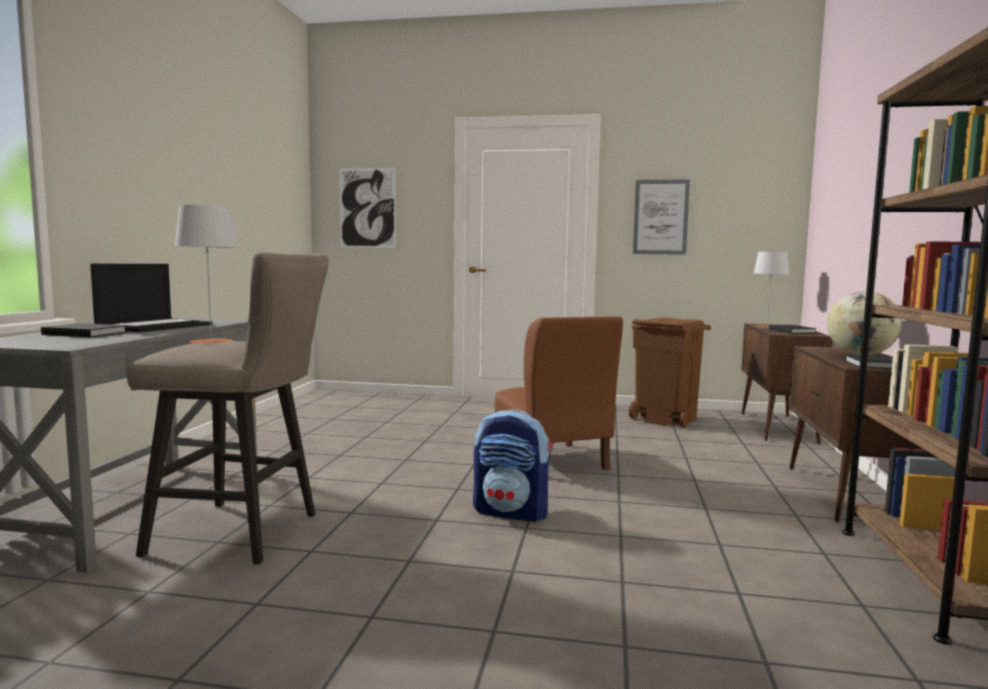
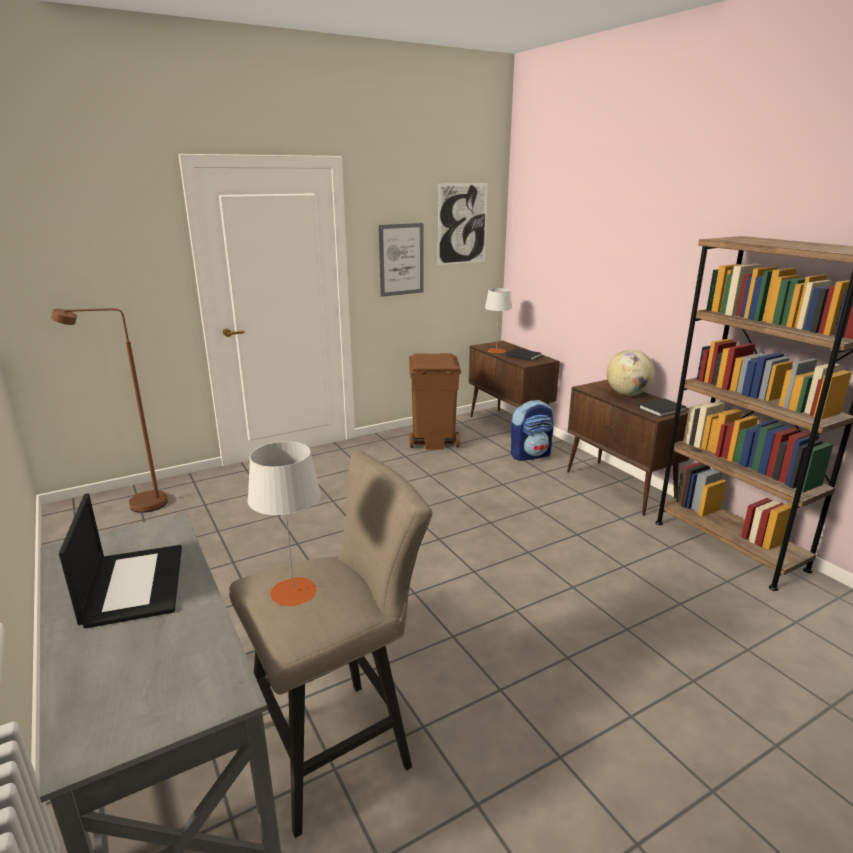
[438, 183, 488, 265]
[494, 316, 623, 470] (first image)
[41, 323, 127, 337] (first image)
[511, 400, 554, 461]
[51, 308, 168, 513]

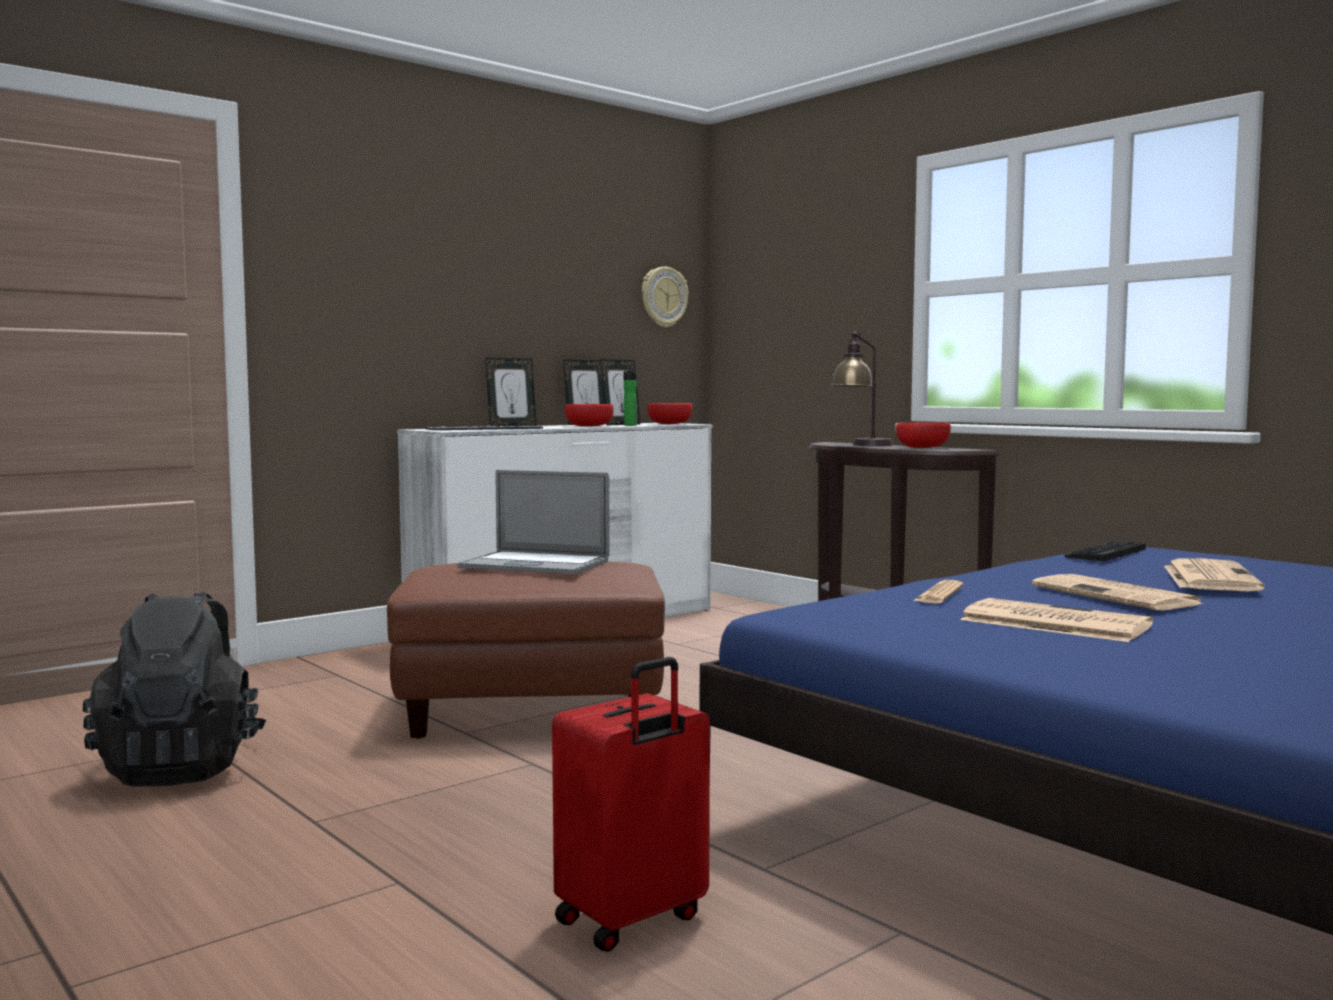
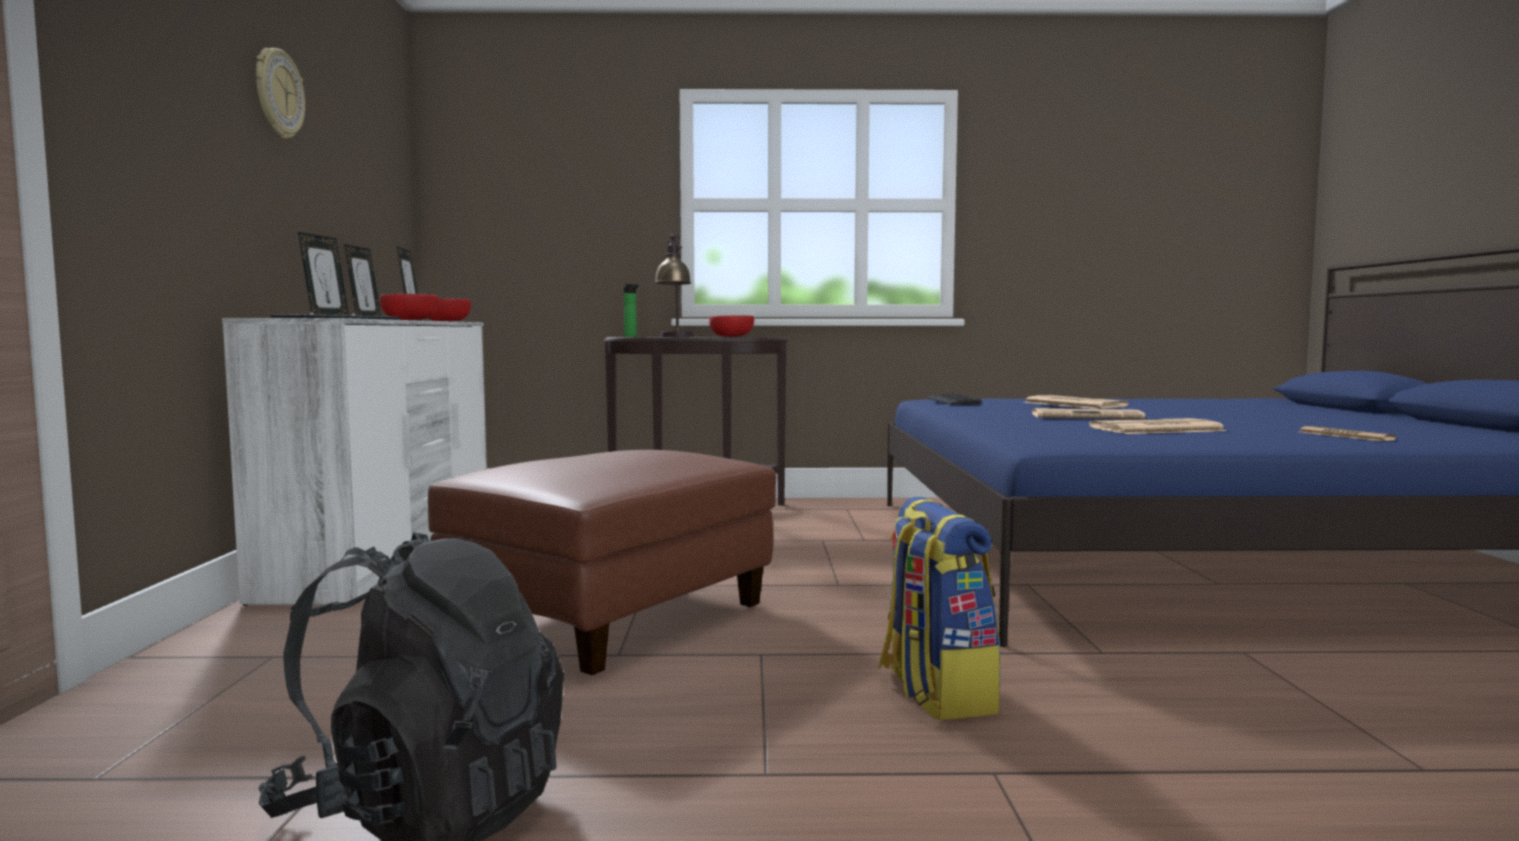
[256, 48, 305, 139]
[624, 284, 639, 337]
[457, 470, 610, 575] (first image)
[1300, 426, 1396, 441]
[552, 657, 710, 952] (first image)
[878, 497, 1001, 720]

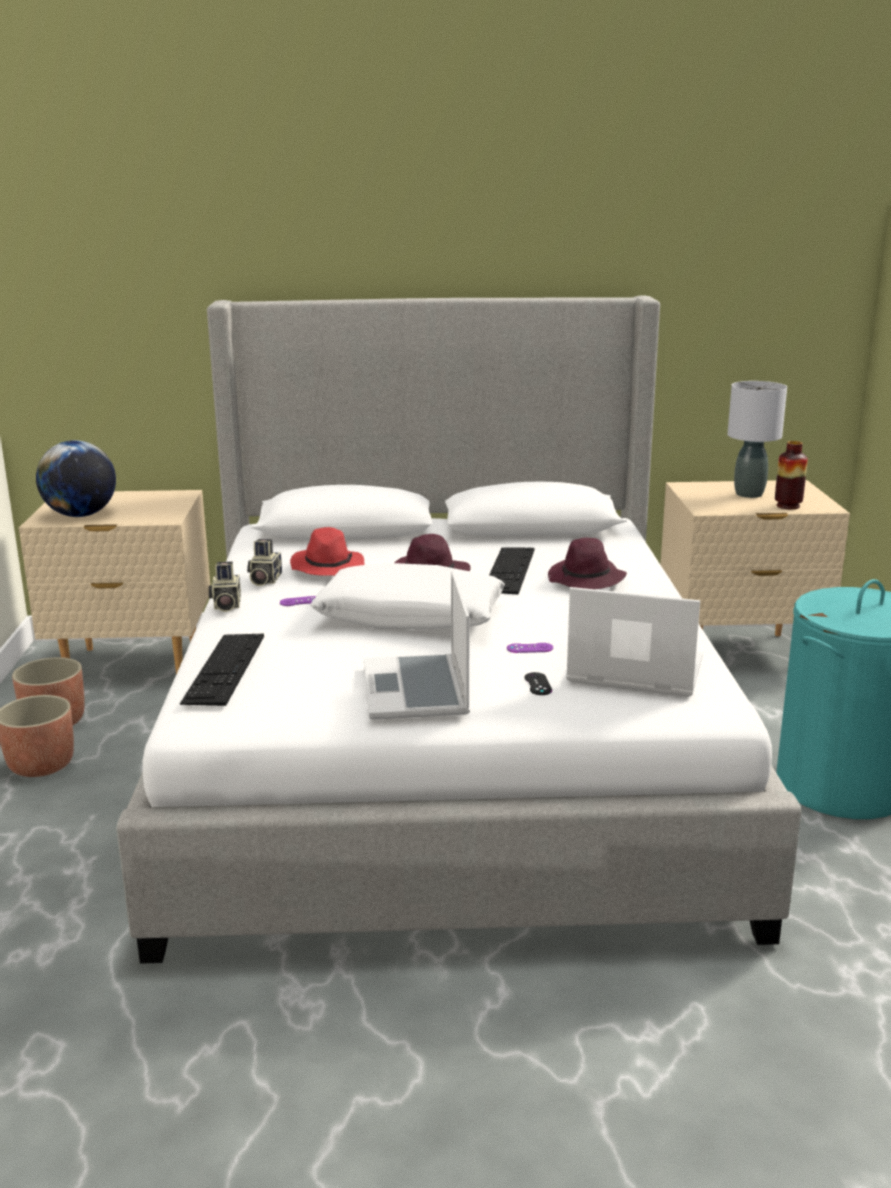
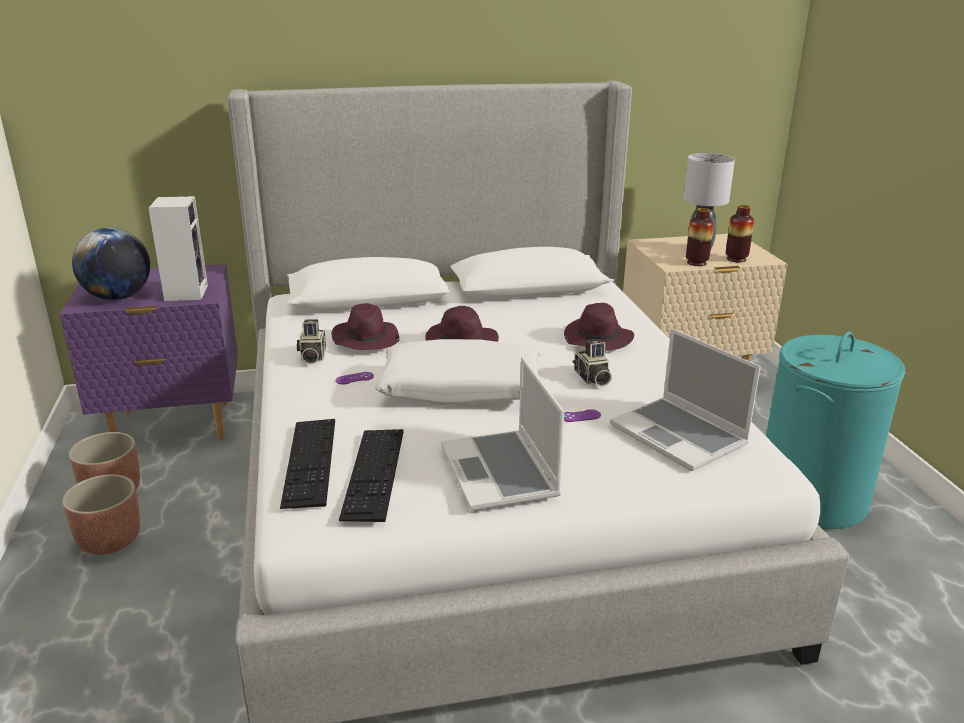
[60, 264, 238, 439]
[331, 303, 400, 350]
[339, 429, 403, 522]
[573, 339, 612, 387]
[610, 328, 761, 471]
[525, 672, 552, 695] (first image)
[148, 196, 208, 301]
[686, 208, 714, 266]

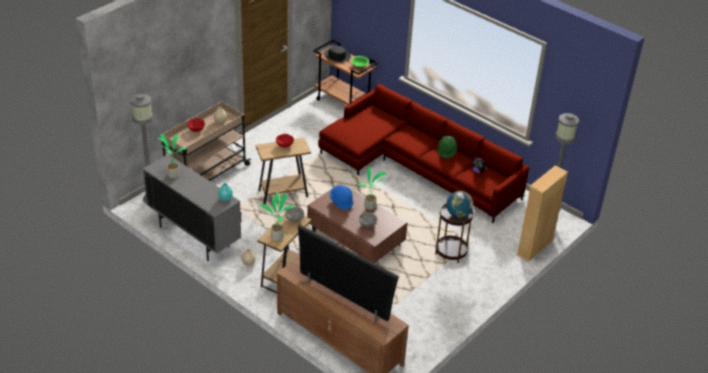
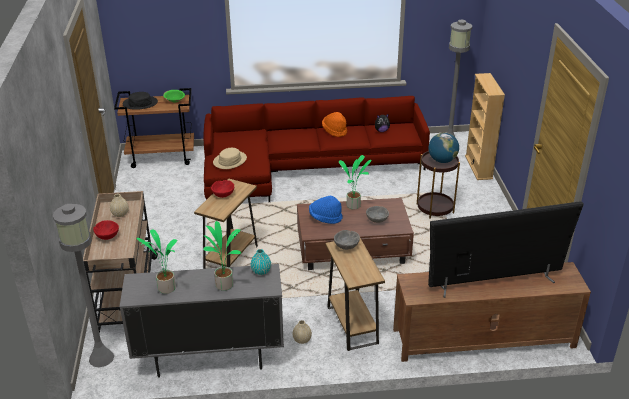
[322, 112, 347, 137]
[203, 221, 241, 291]
[213, 148, 247, 169]

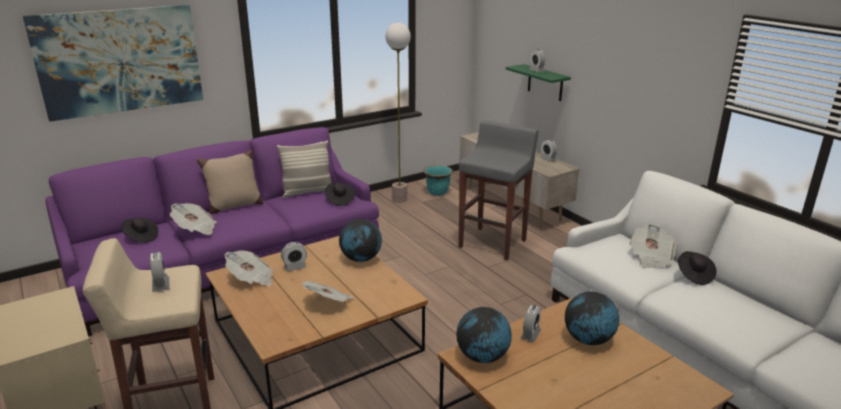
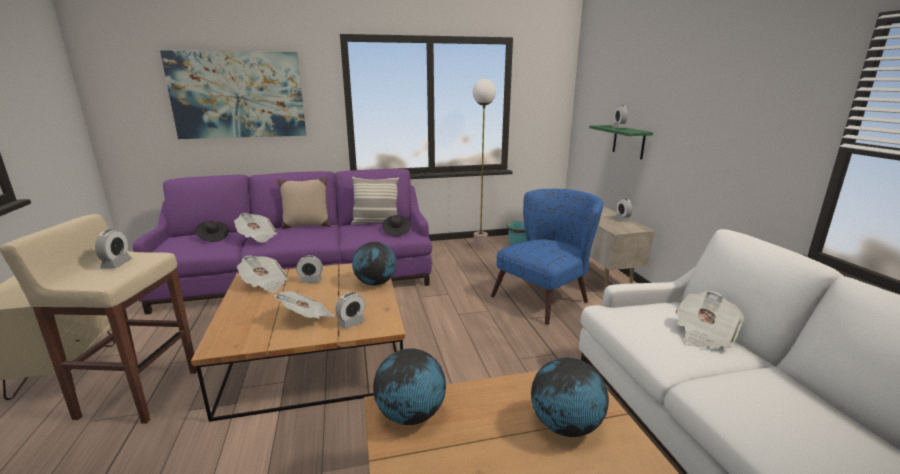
[491, 189, 604, 325]
[678, 251, 717, 285] (first image)
[335, 292, 365, 329]

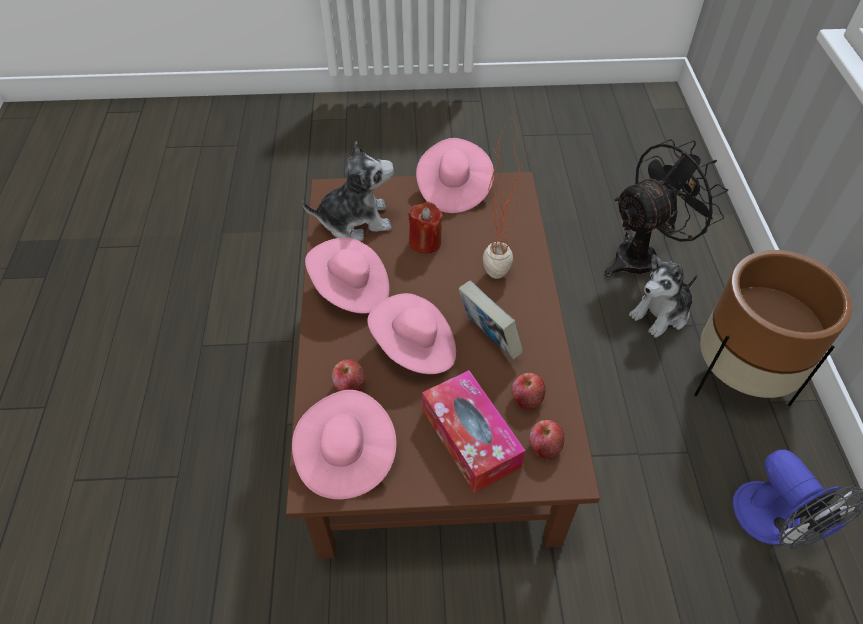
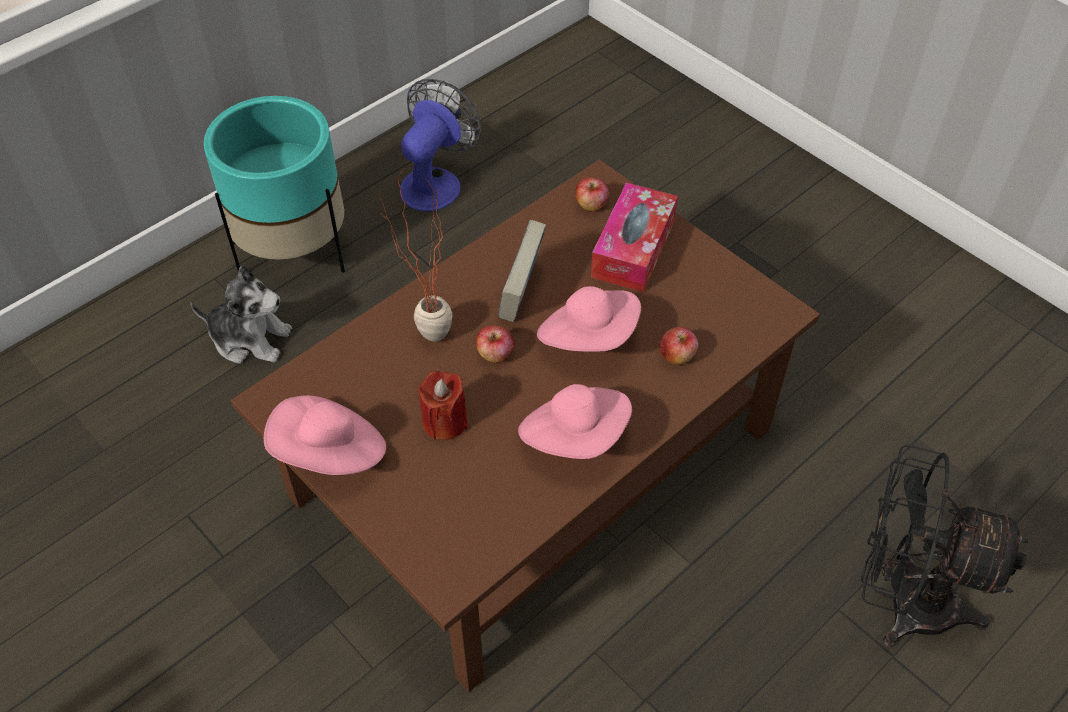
[861, 444, 1028, 647]
[302, 141, 394, 241] (first image)
[204, 96, 345, 273]
[476, 325, 515, 363]
[292, 390, 397, 499] (first image)

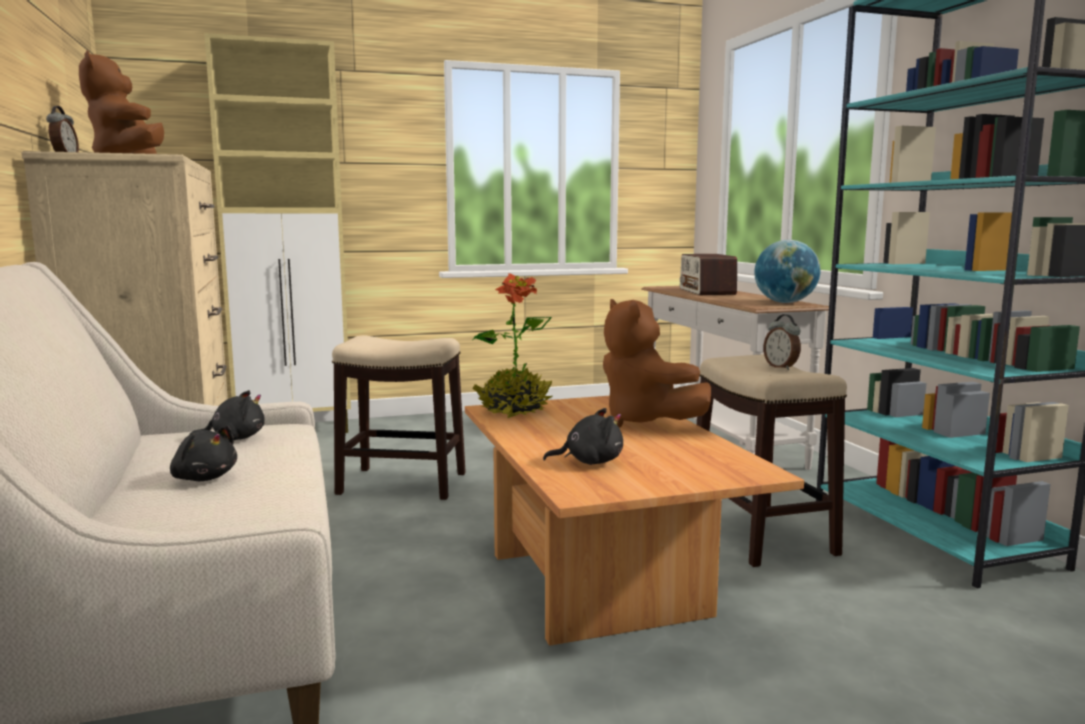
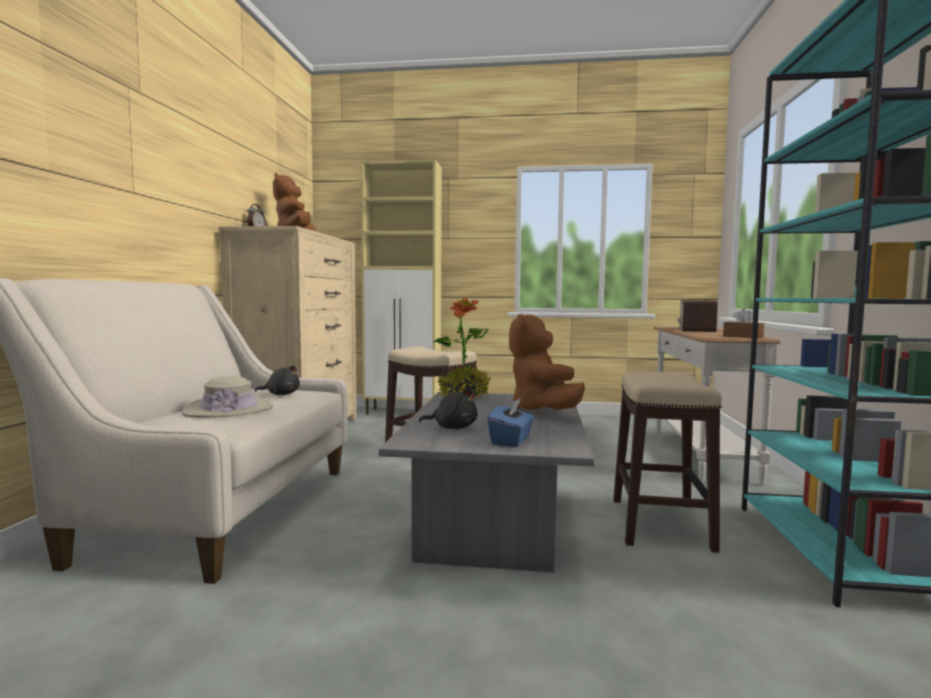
[723, 309, 764, 338]
[763, 314, 801, 370] (first image)
[379, 392, 595, 573]
[181, 376, 273, 418]
[488, 398, 534, 447]

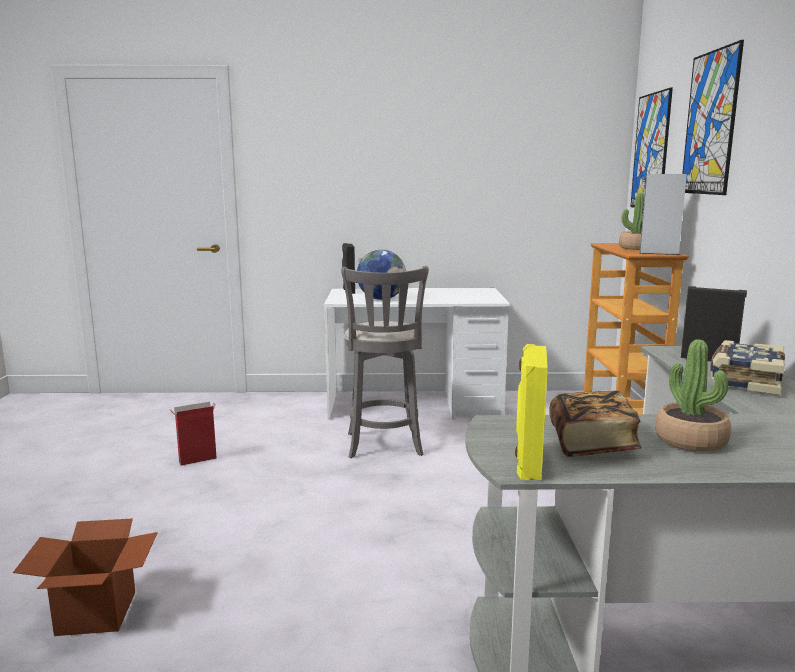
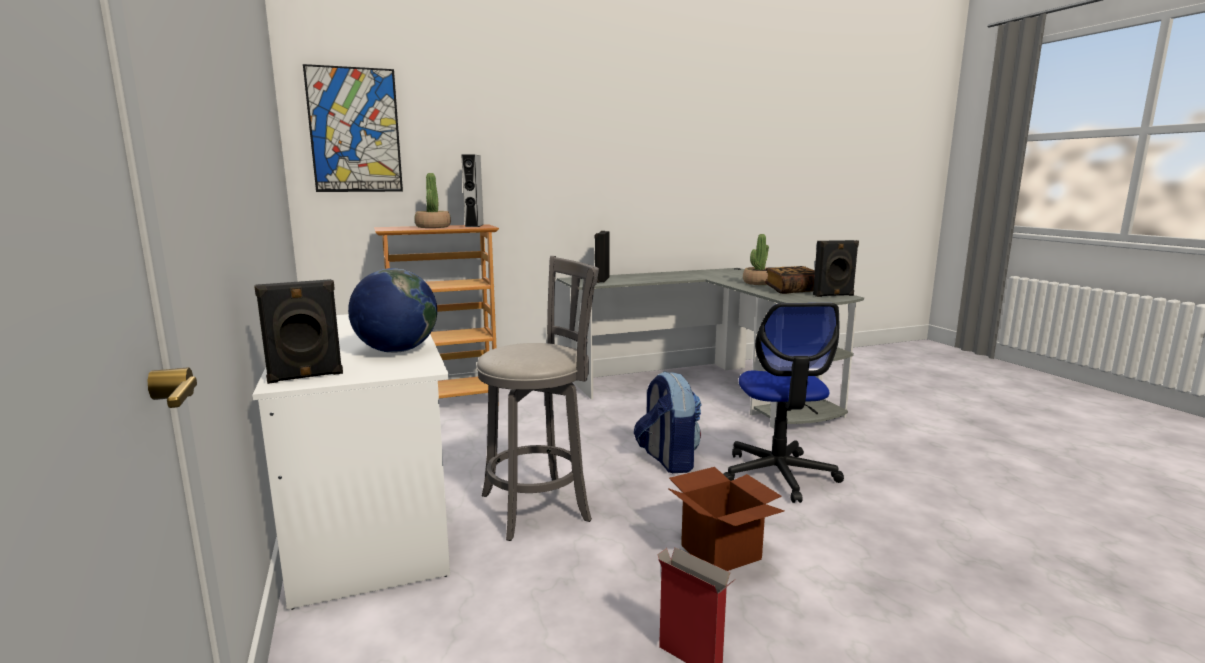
[682, 40, 744, 195] (first image)
[711, 340, 785, 395] (first image)
[813, 240, 859, 297]
[668, 467, 784, 571]
[723, 303, 844, 503]
[634, 371, 702, 473]

